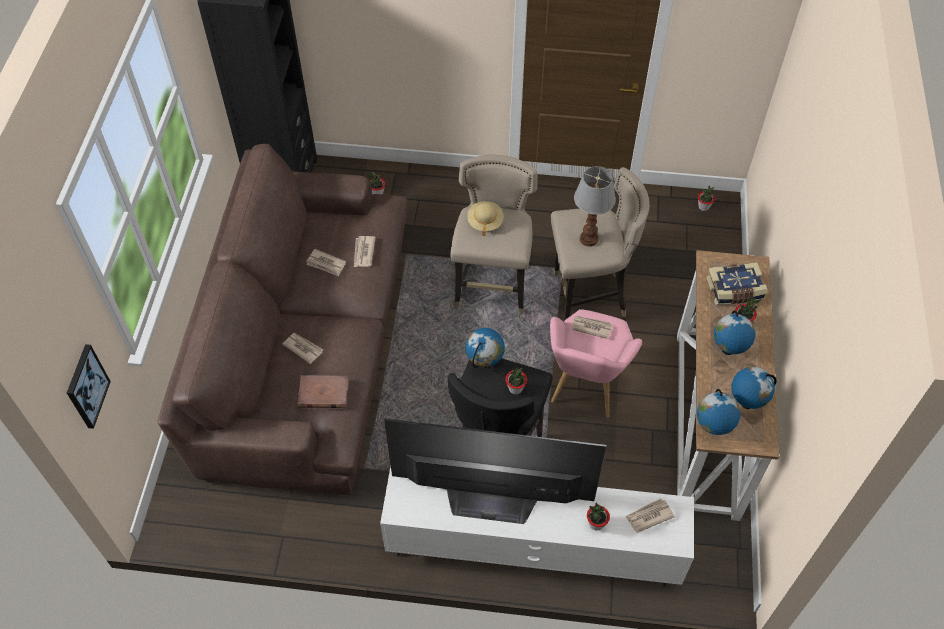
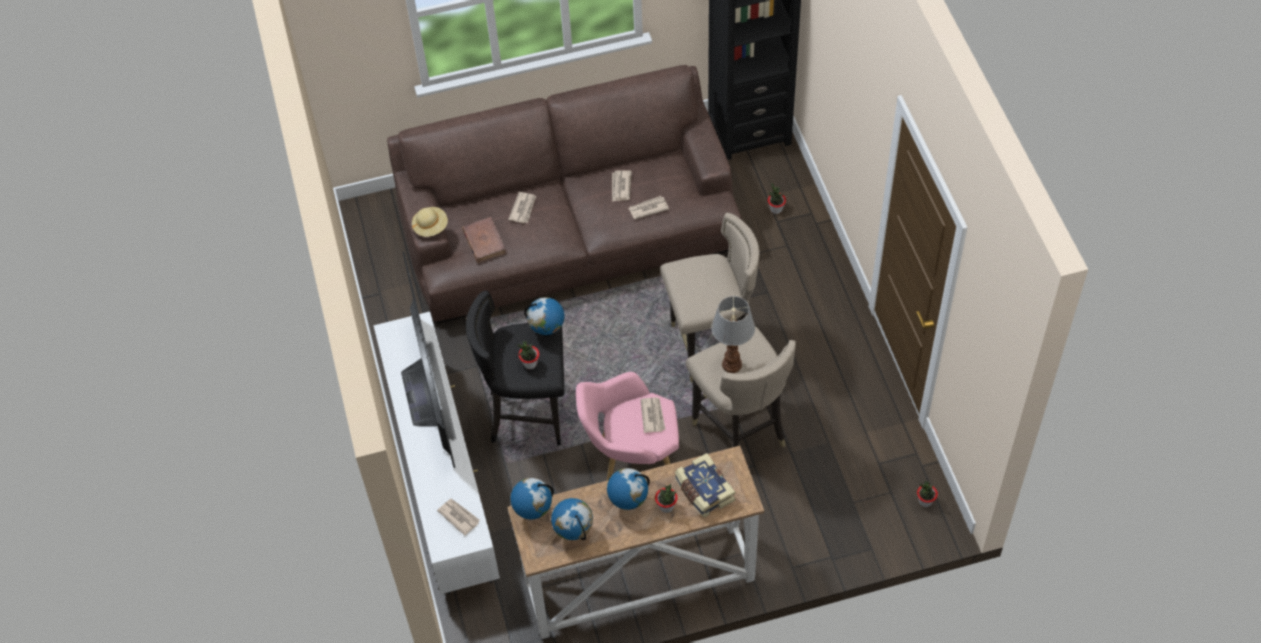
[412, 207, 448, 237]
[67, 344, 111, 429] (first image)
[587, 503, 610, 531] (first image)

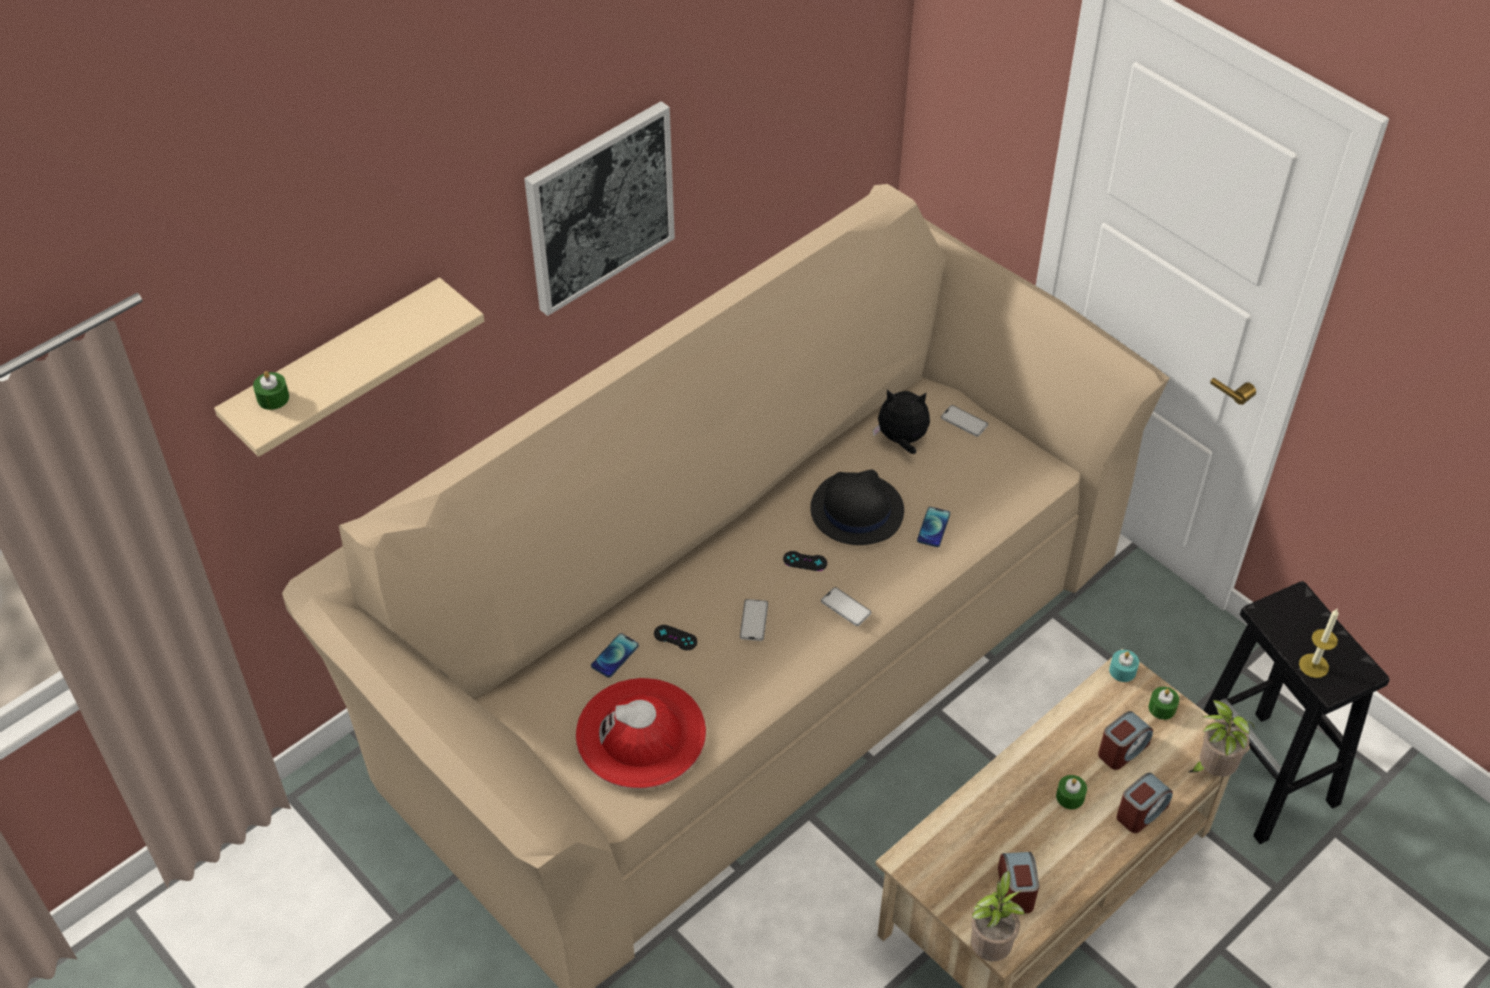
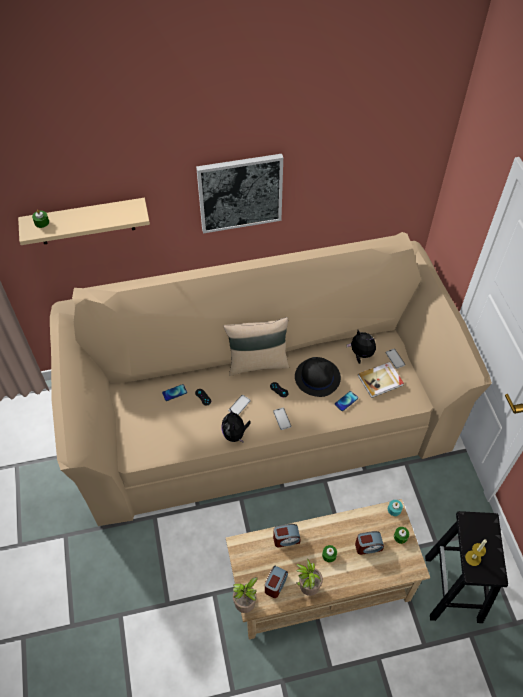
[576, 678, 706, 789] (first image)
[296, 558, 323, 596]
[273, 524, 301, 547]
[223, 317, 289, 376]
[358, 362, 404, 398]
[222, 409, 251, 443]

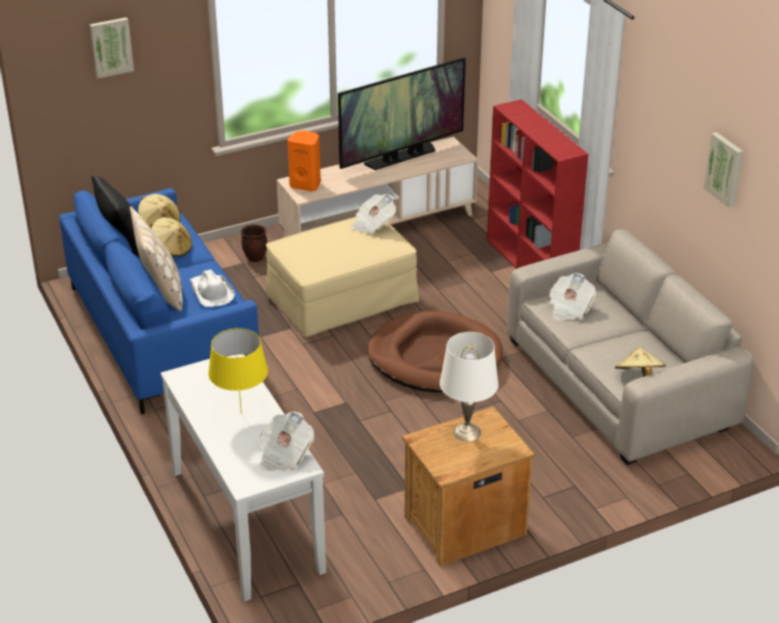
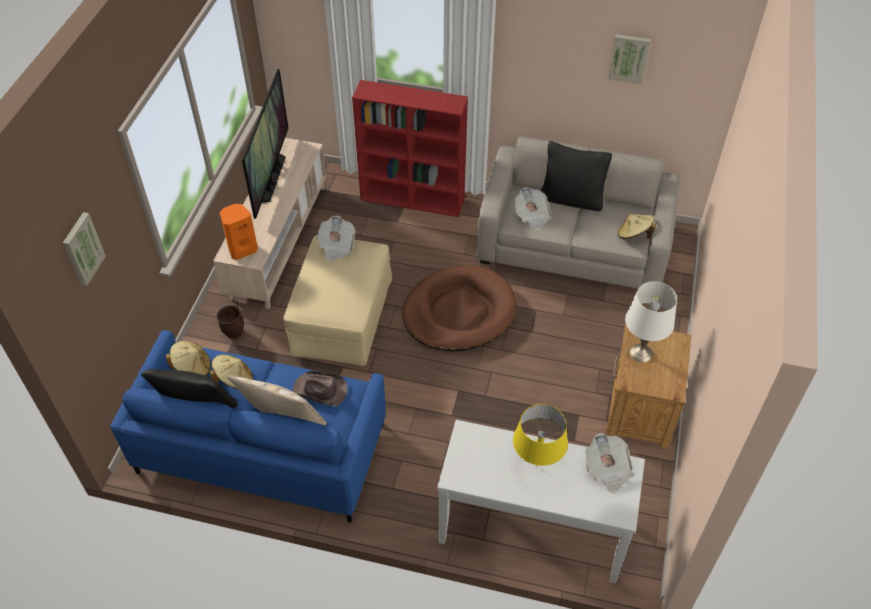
[293, 371, 348, 406]
[541, 141, 612, 211]

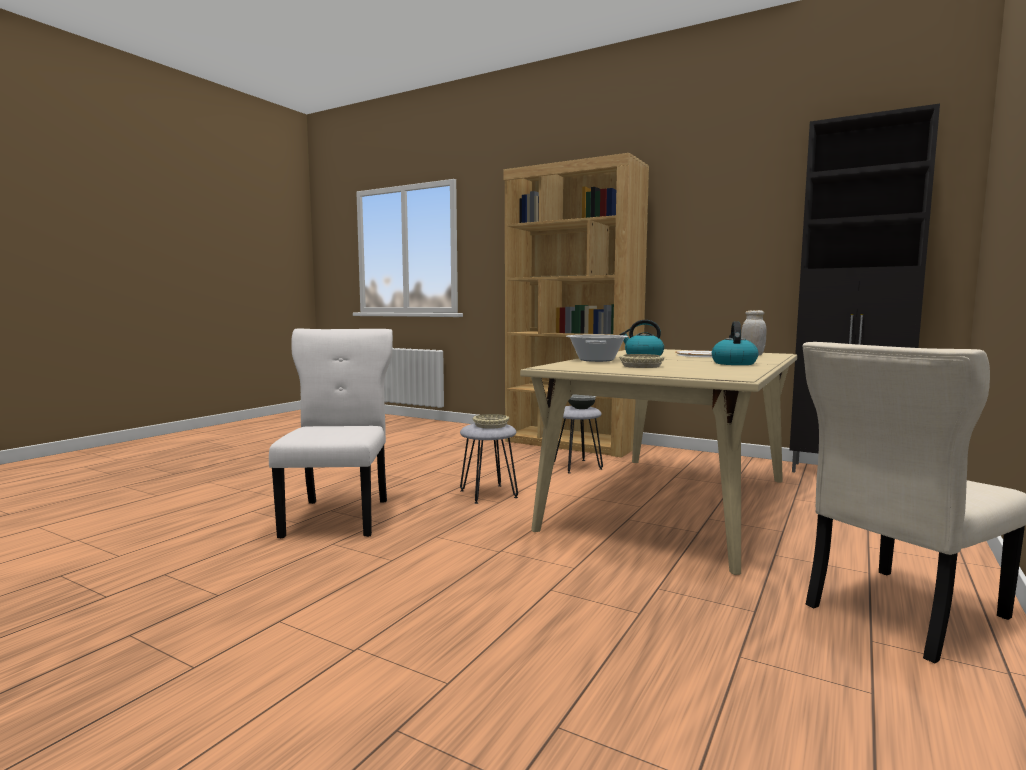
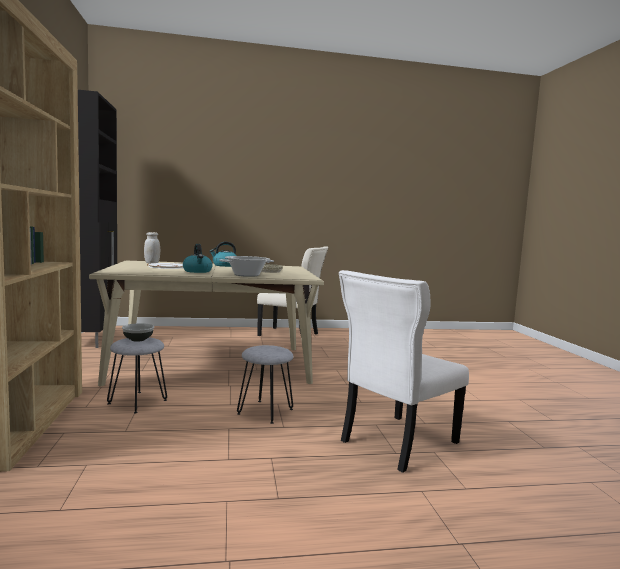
[473, 414, 509, 429] (first image)

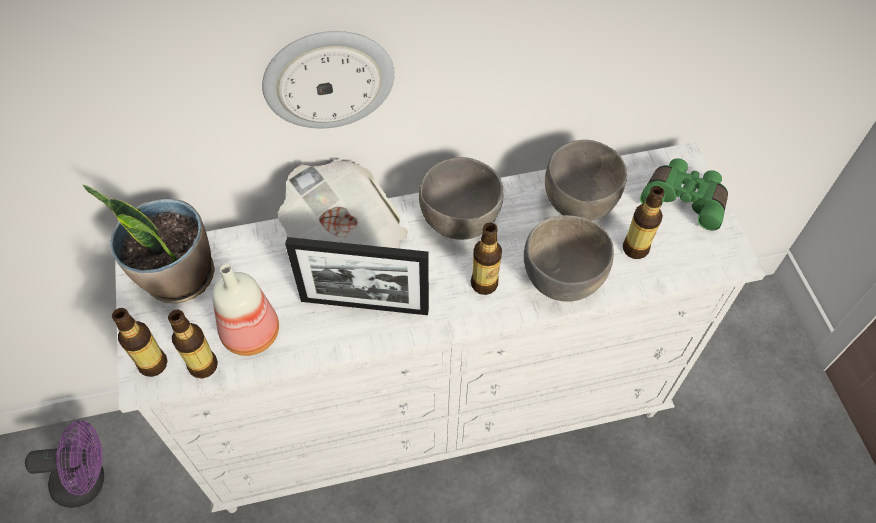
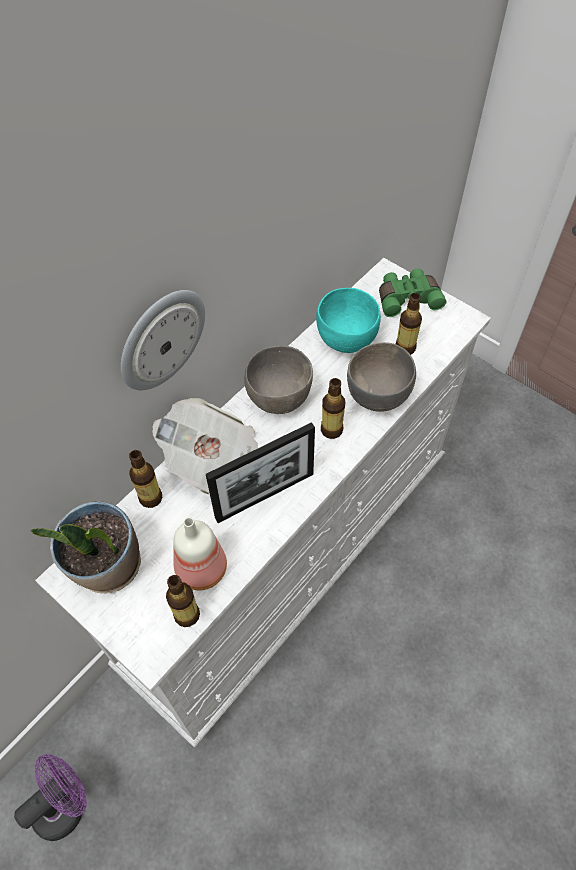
[316, 288, 381, 353]
[129, 450, 162, 508]

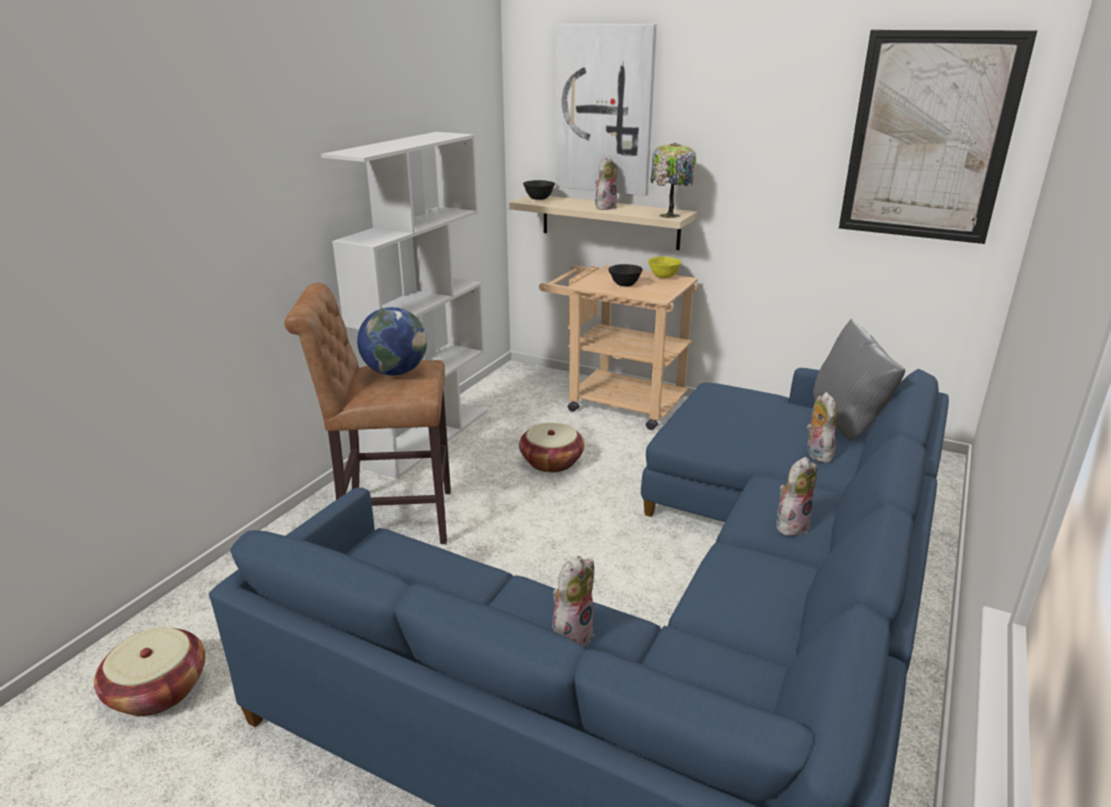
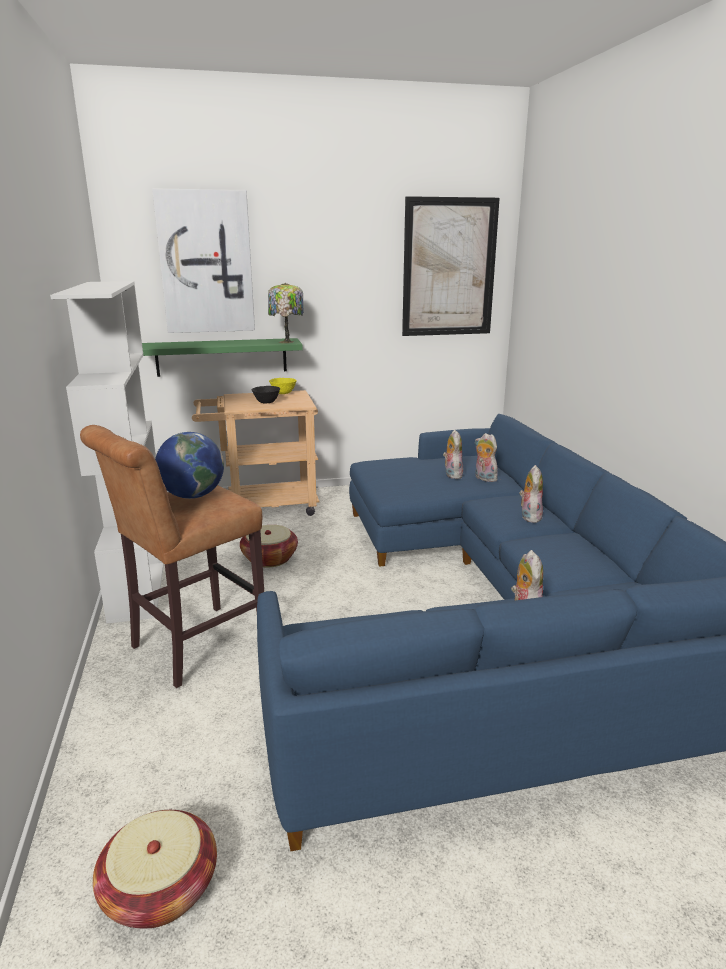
[443, 430, 463, 479]
[523, 180, 555, 200] (first image)
[142, 338, 303, 377]
[813, 319, 905, 441] (first image)

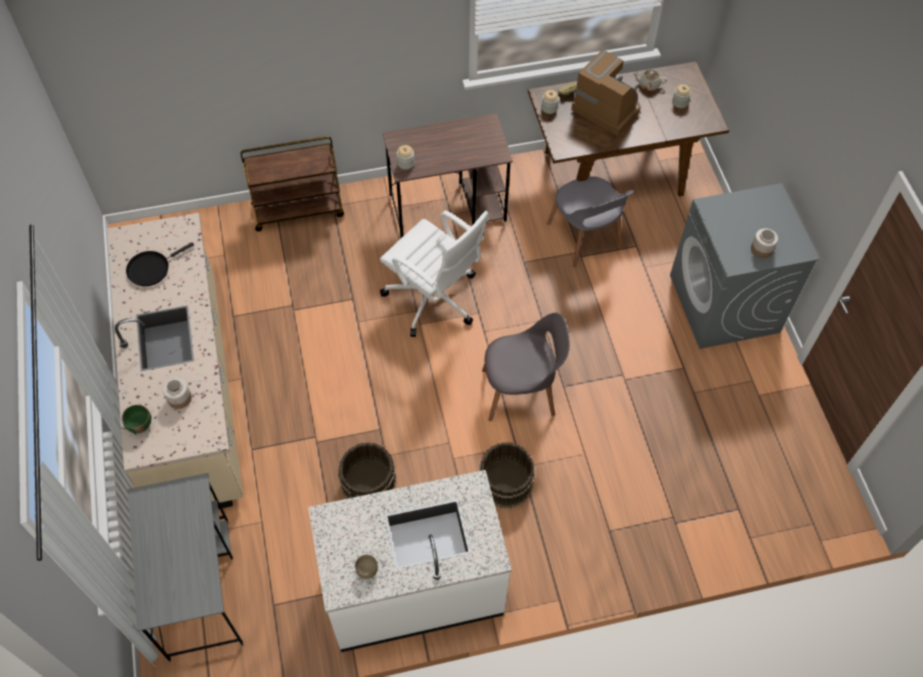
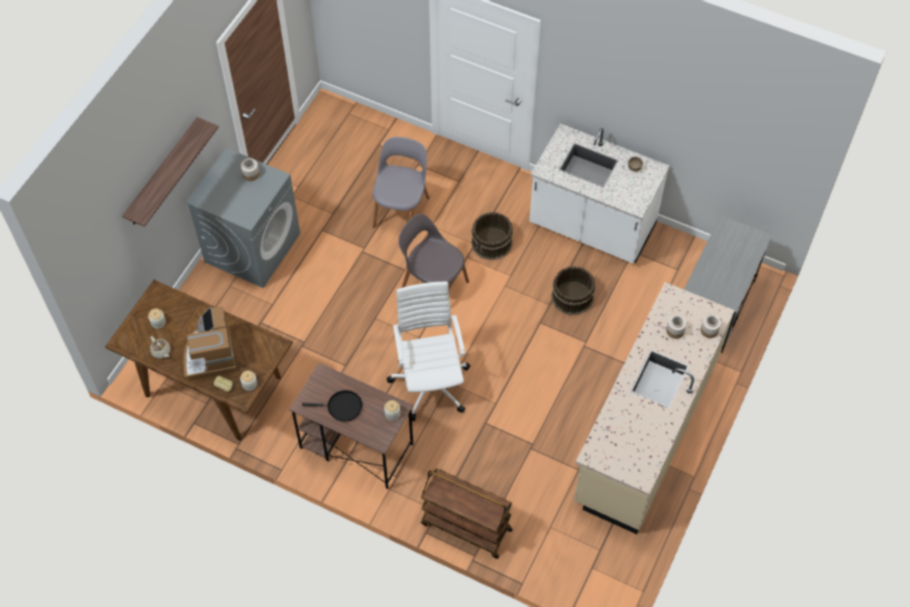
[373, 137, 430, 228]
[302, 390, 362, 422]
[701, 314, 721, 338]
[122, 117, 219, 227]

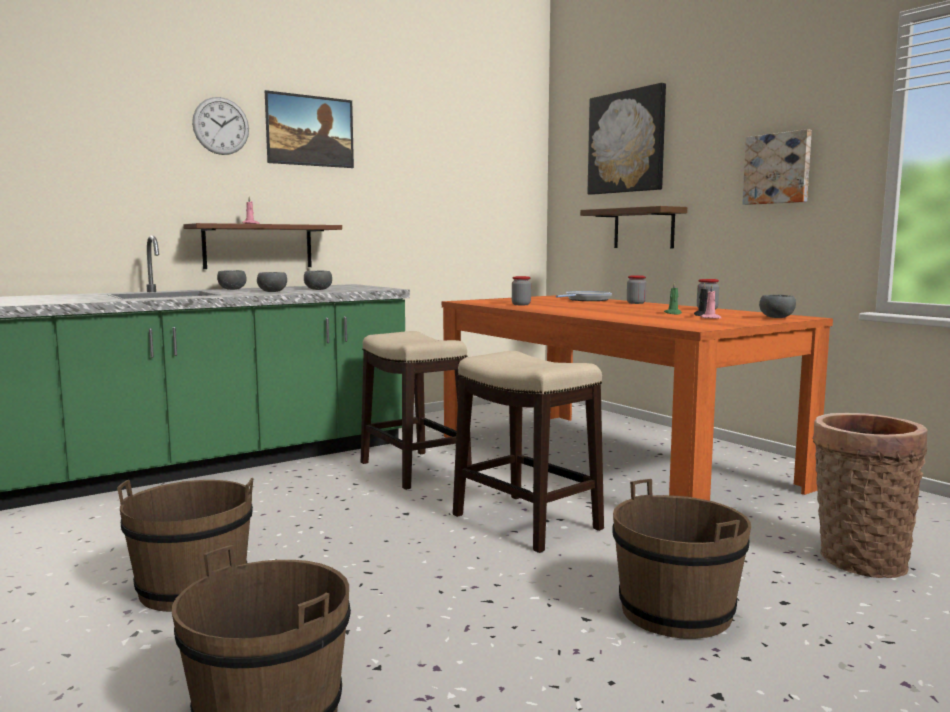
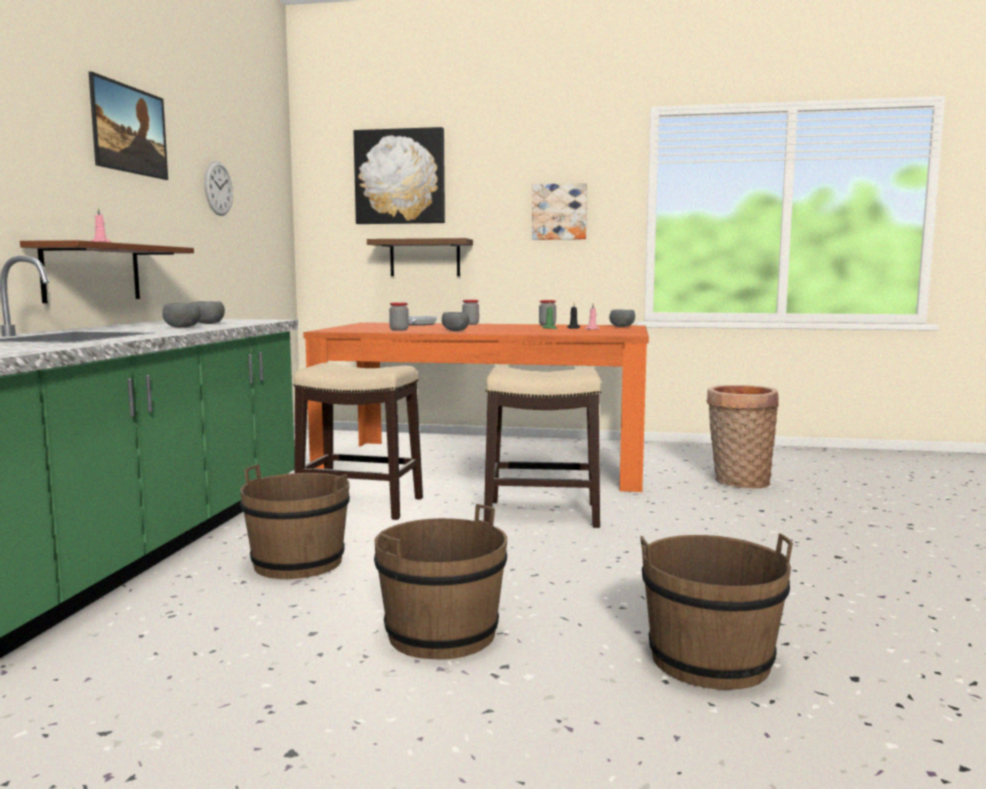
[204, 161, 233, 216]
[442, 312, 469, 331]
[240, 465, 350, 579]

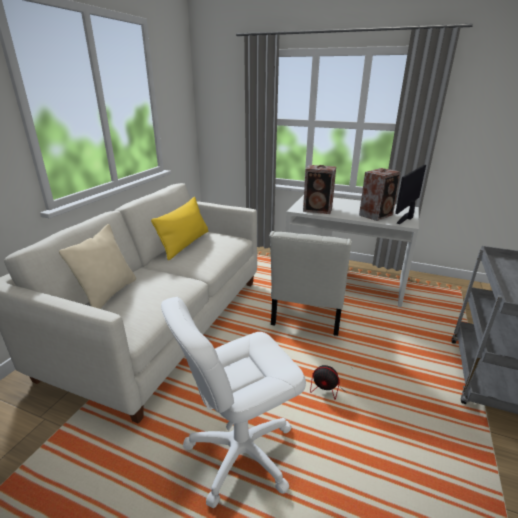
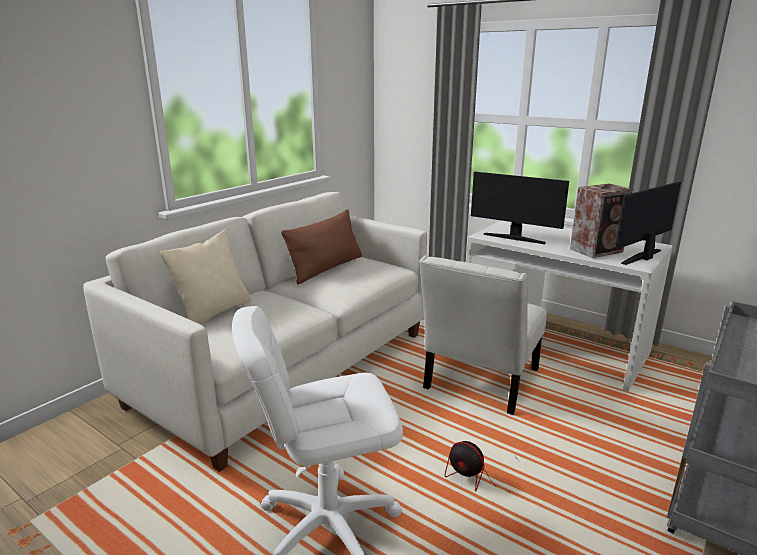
[471, 172, 569, 244]
[281, 209, 362, 285]

